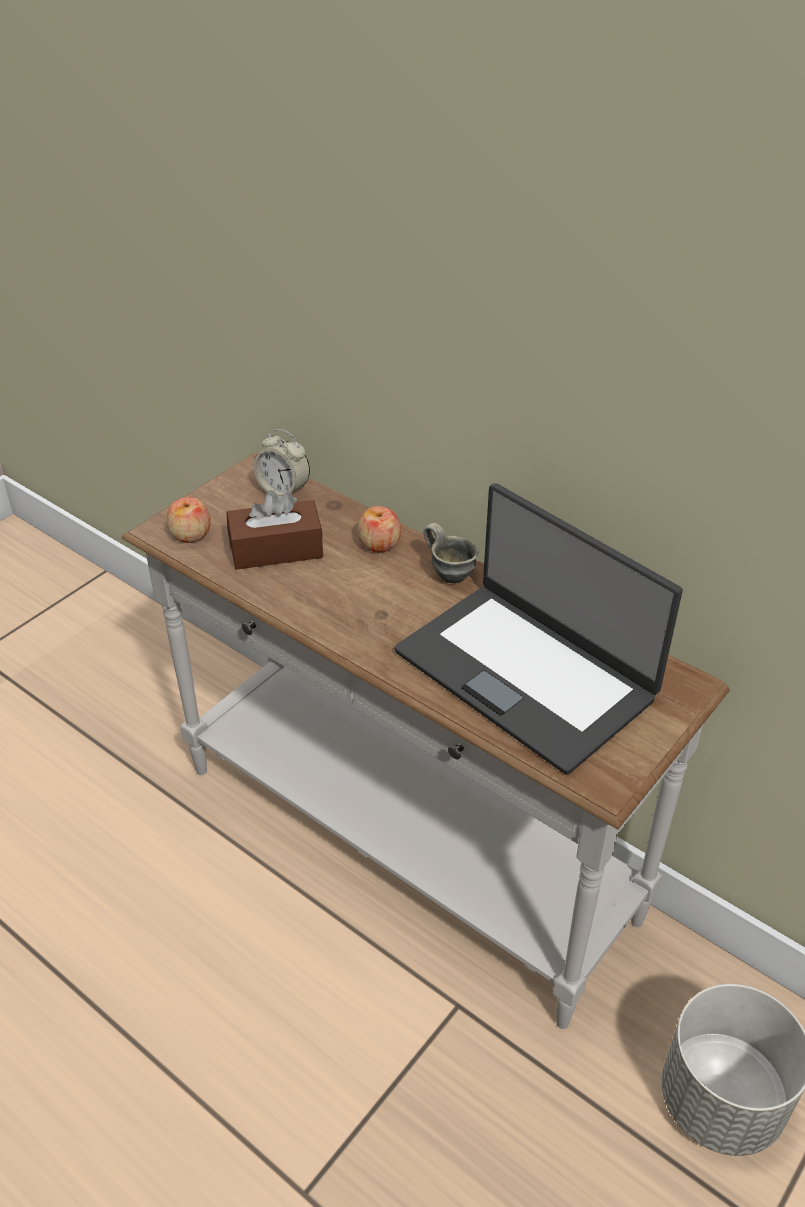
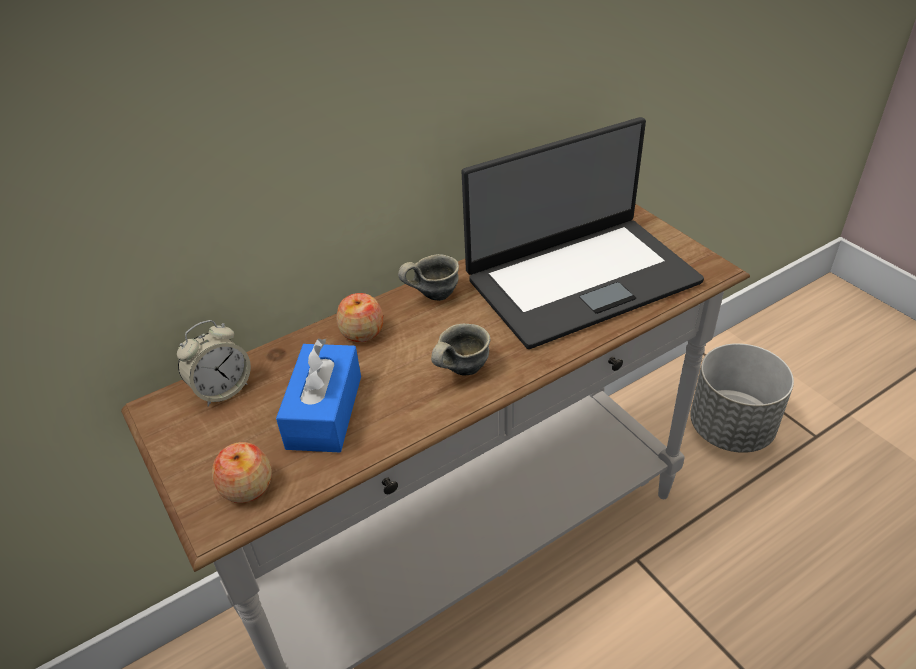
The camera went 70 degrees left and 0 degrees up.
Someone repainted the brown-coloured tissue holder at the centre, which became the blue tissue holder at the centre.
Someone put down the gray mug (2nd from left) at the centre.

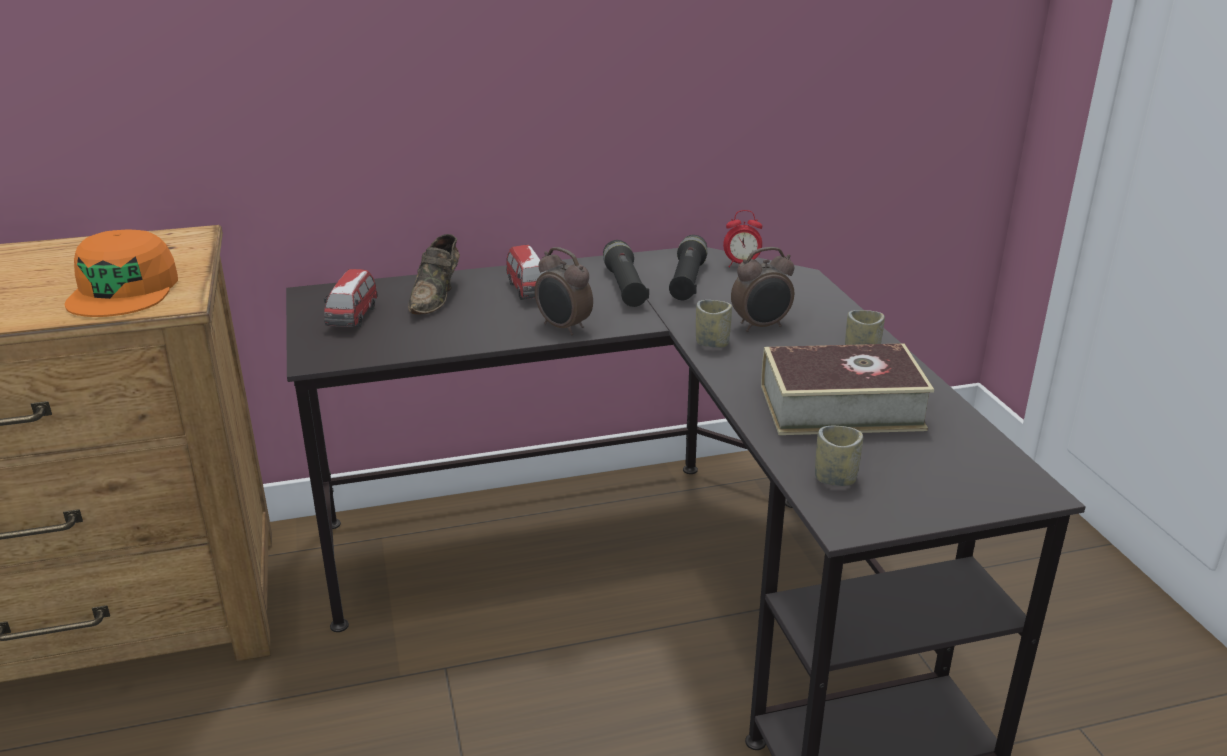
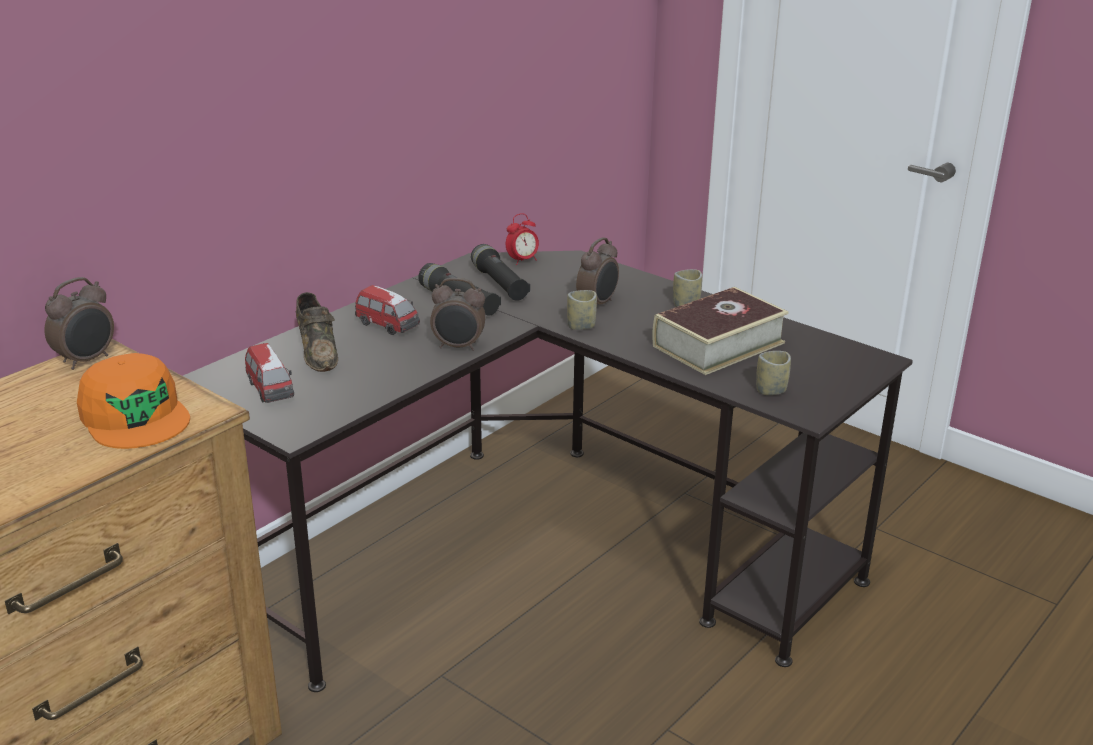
The camera went 35 degrees left and 0 degrees up.
Someone put down the table clock (1st from left) at the middle left.

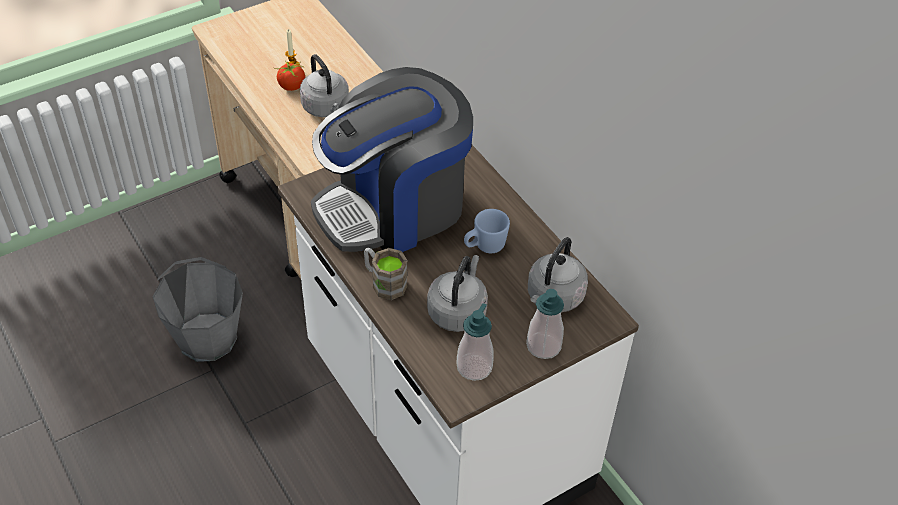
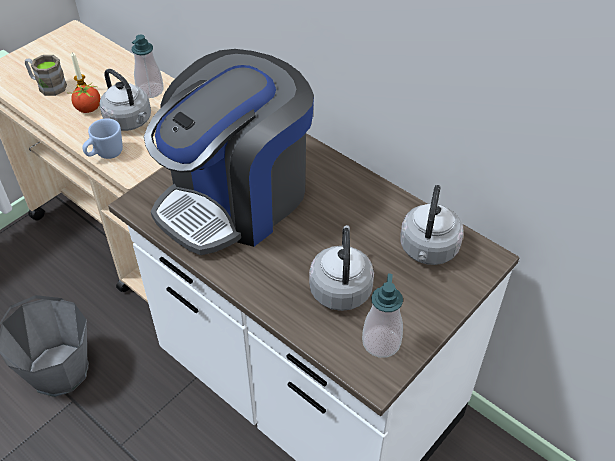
The camera went 15 degrees left and 0 degrees up.
Someone carried the brown-coloured mug from the centre to the top left.
Someone carried the blue mug from the centre to the top left.
Someone carried the liquid soap bottle (2nd from left in the first image) from the centre to the top left.

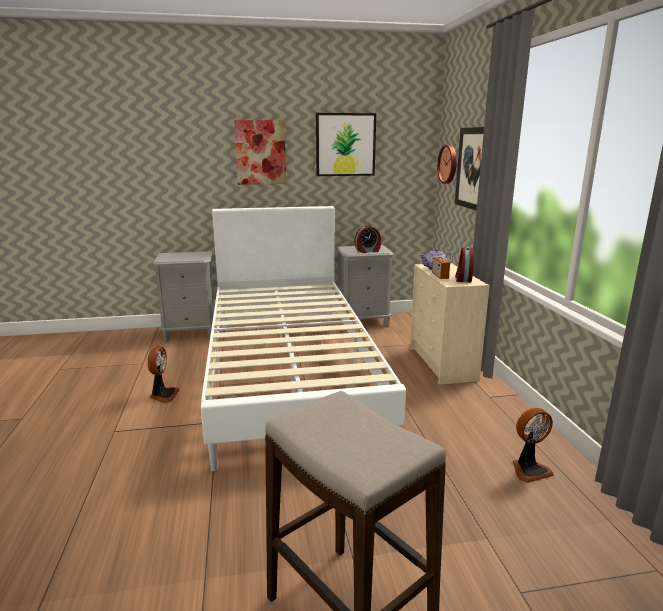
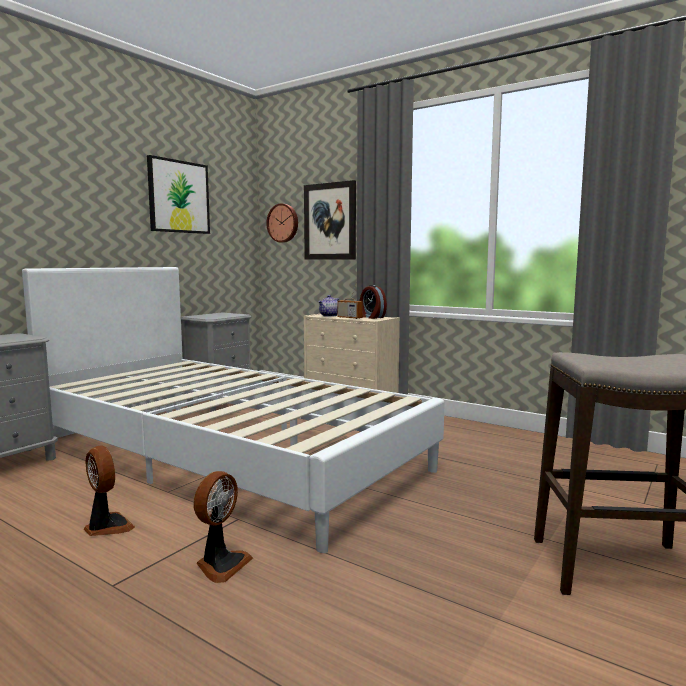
The camera went 45 degrees left and 10 degrees down.
Someone carried the fan (2nd from left) from the bottom right to the bottom left.
Someone took away the picture (1st from left) at the top centre.
Someone took away the table clock (1st from left) at the centre.

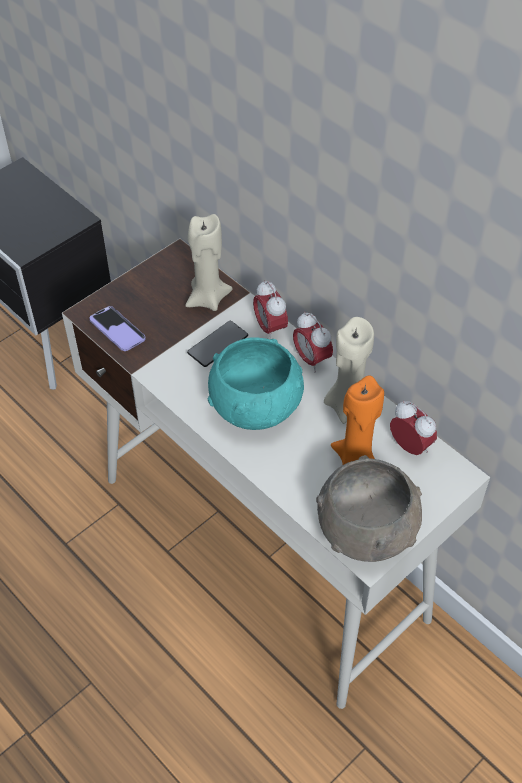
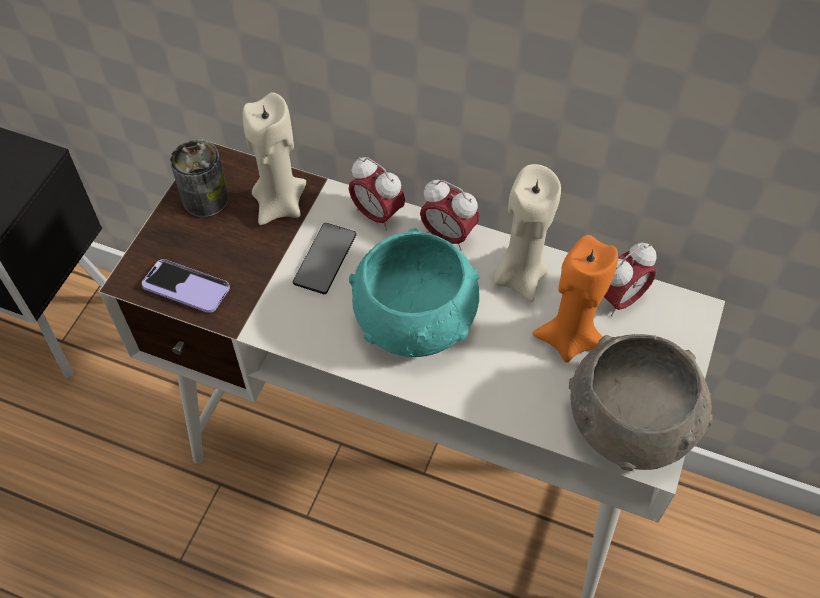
The camera went 25 degrees left and 5 degrees up.
Someone put down the can at the top left.
Someone rotated the table clock (3rd from left) at the middle right by 120 degrees clockwise.

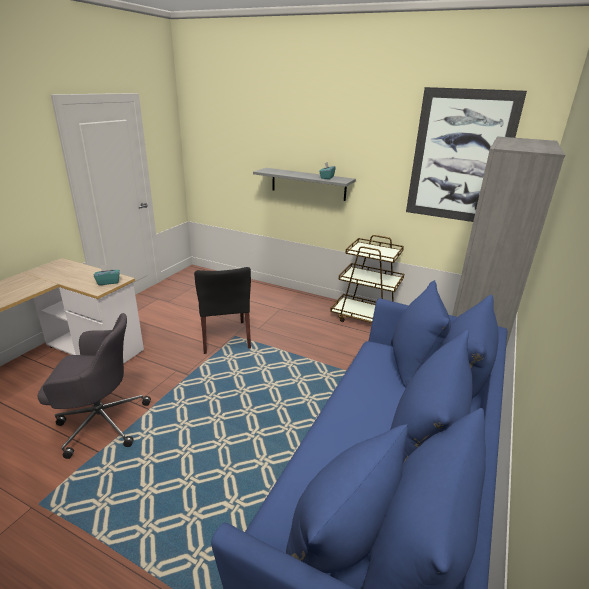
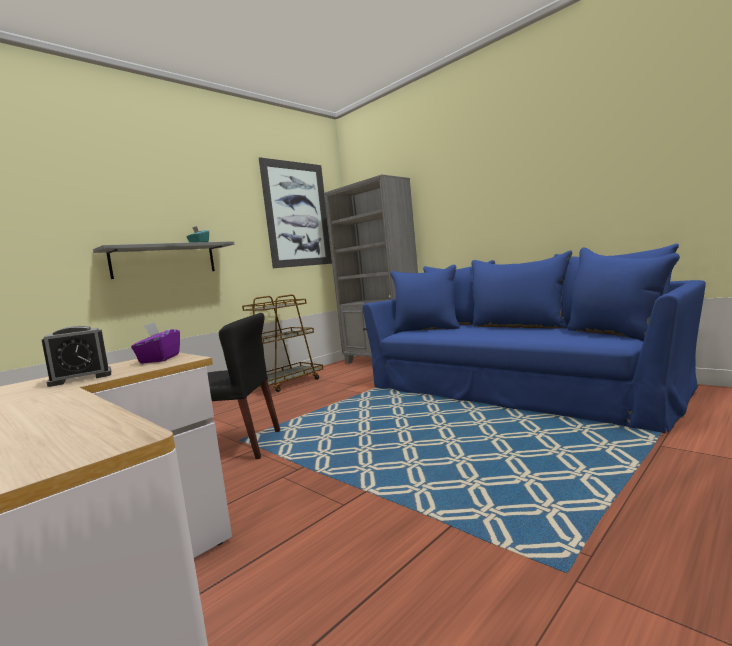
The camera went 70 degrees left and 20 degrees down.
Someone put down the table clock at the middle left.
Someone repainted the turquoise tissue holder (1st from left) at the middle left, which became the purple-coloured tissue holder at the middle left.
Someone took away the gray office chair at the middle left.

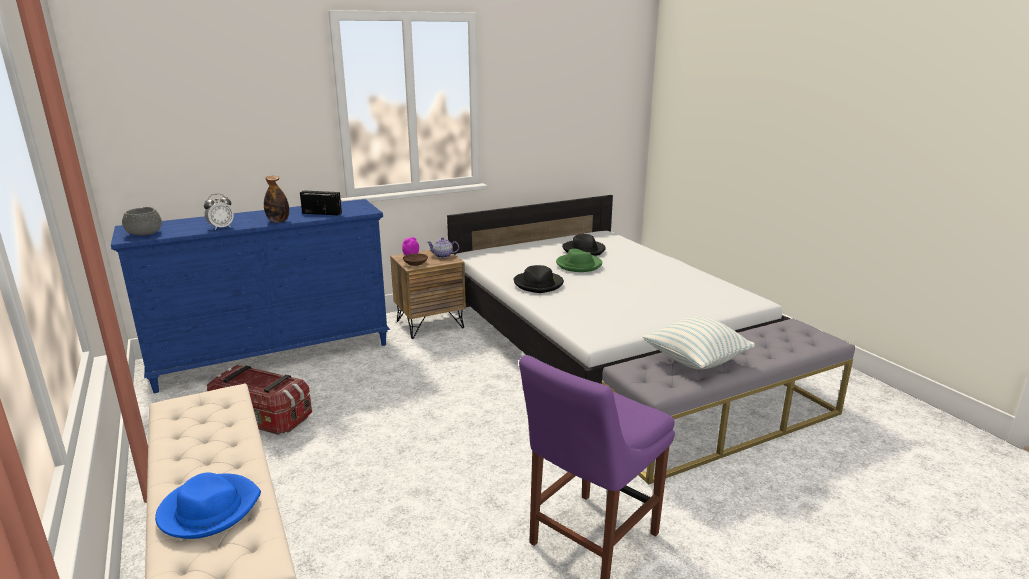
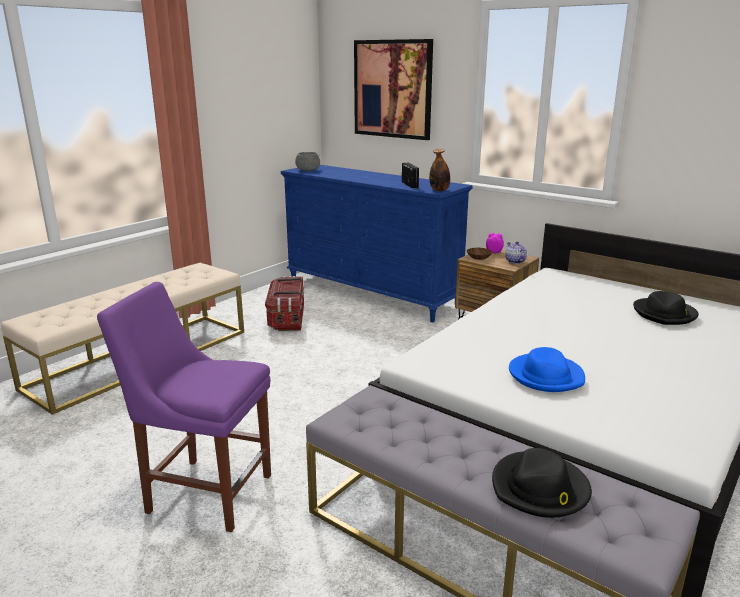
The camera went 65 degrees right and 0 degrees up.
Someone put up the picture at the top centre.
Someone carried the drink bottle from the middle left to the top centre.
Someone carried the blackish wearable hat (1st from left) from the centre to the bottom right.
Someone carried the blue wearable hat from the bottom left to the middle right.
Someone took away the table clock (1st from left) at the middle left.
Someone took away the green wearable hat at the centre.
Someone took away the pillow at the middle right.

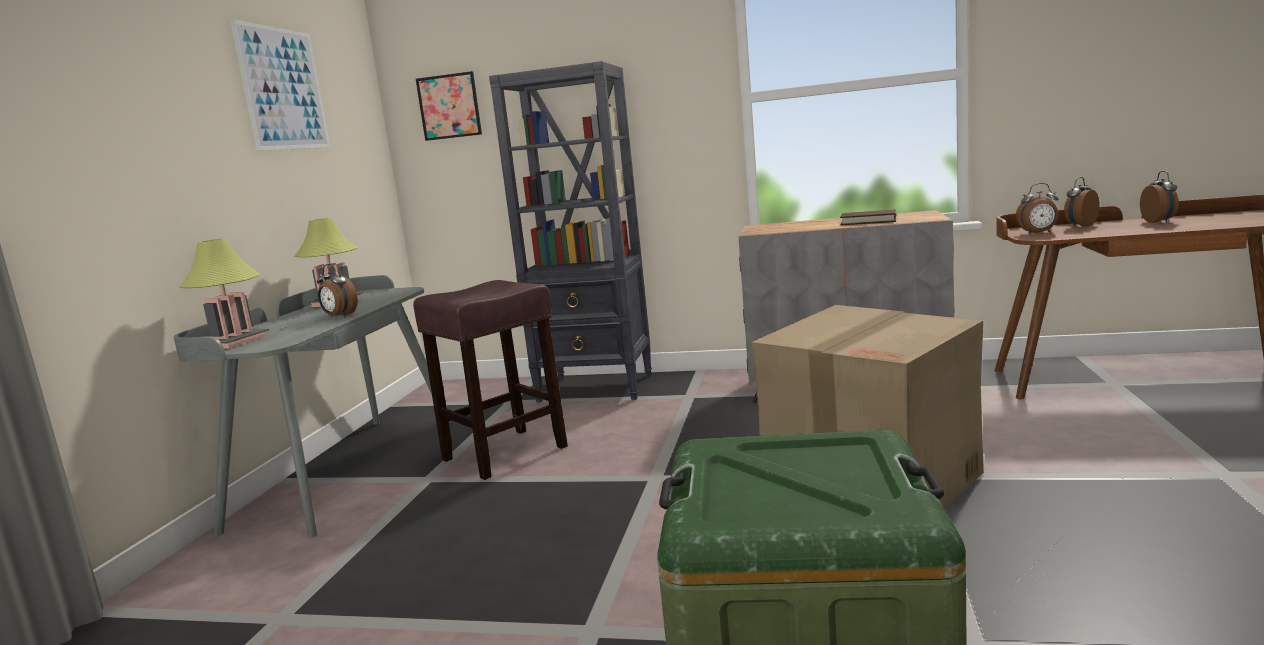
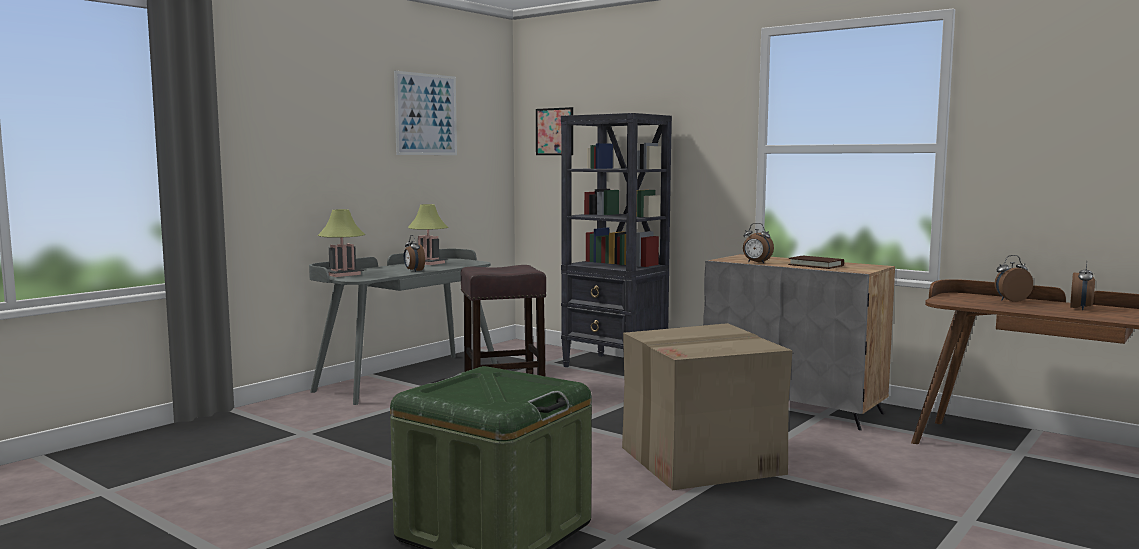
The camera went 25 degrees right and 5 degrees down.
Someone carried the table clock (2nd from left) from the top right to the centre.

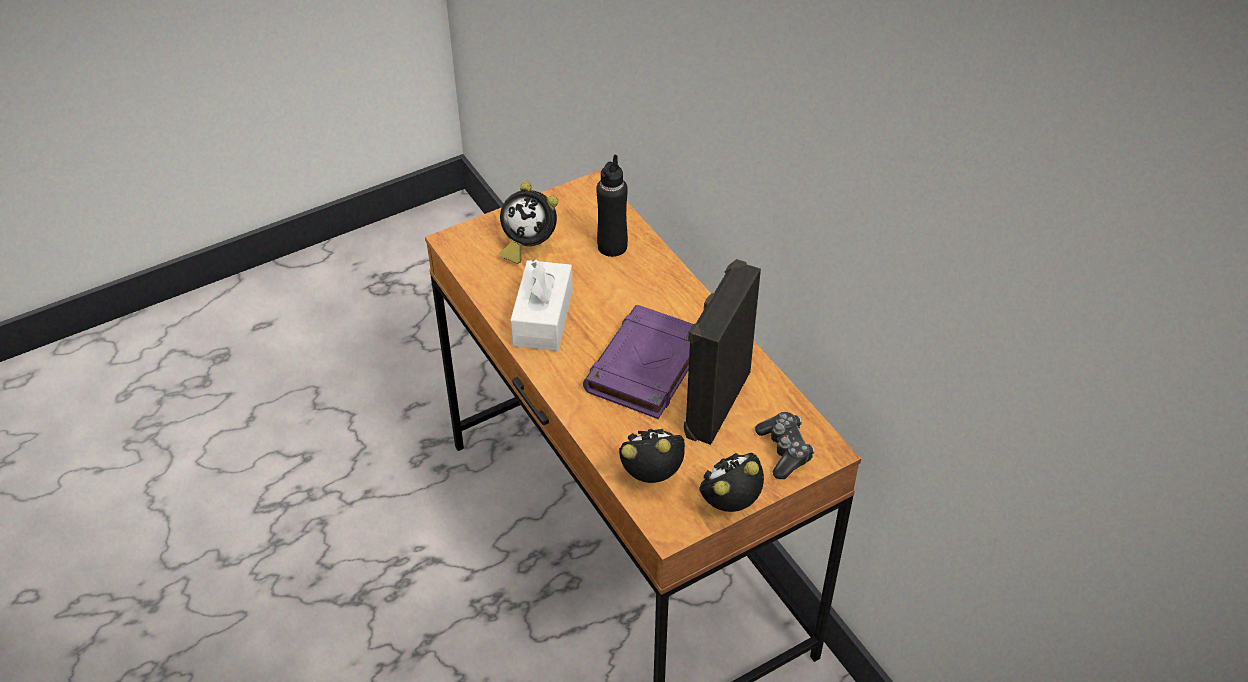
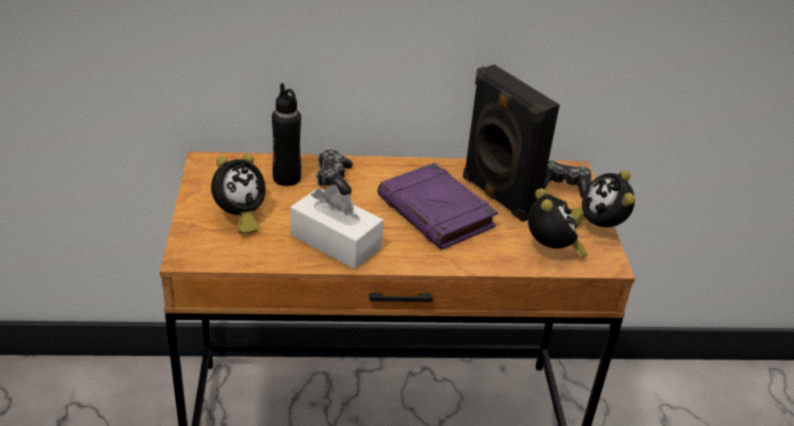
The camera went 65 degrees left and 10 degrees down.
Someone put down the joypad (1st from left) at the centre.
Someone rotated the table clock (2nd from left) at the bottom centre by 150 degrees clockwise.

